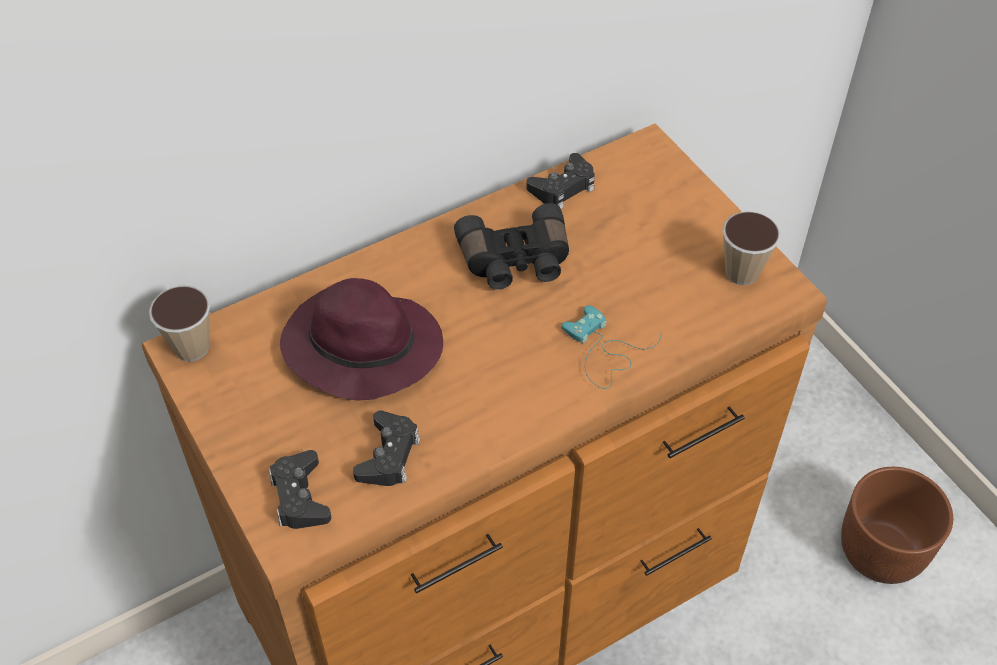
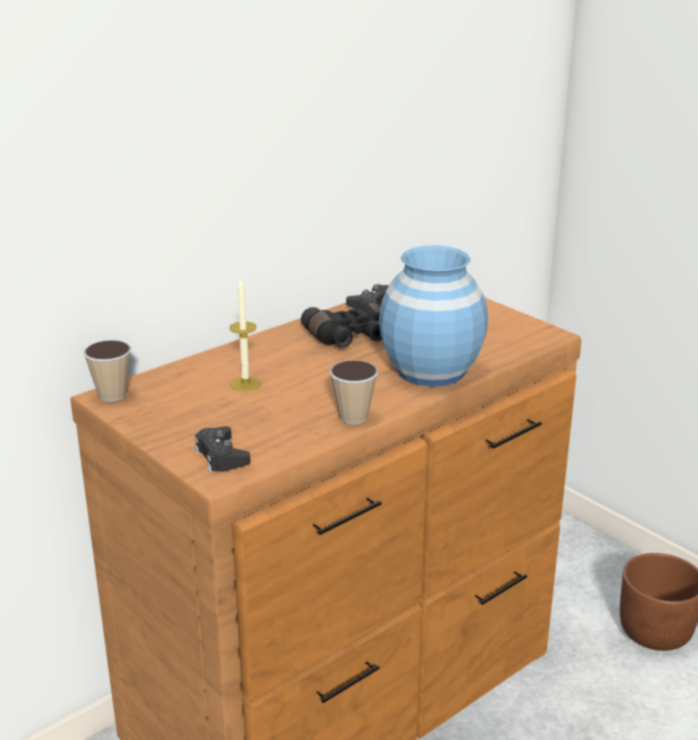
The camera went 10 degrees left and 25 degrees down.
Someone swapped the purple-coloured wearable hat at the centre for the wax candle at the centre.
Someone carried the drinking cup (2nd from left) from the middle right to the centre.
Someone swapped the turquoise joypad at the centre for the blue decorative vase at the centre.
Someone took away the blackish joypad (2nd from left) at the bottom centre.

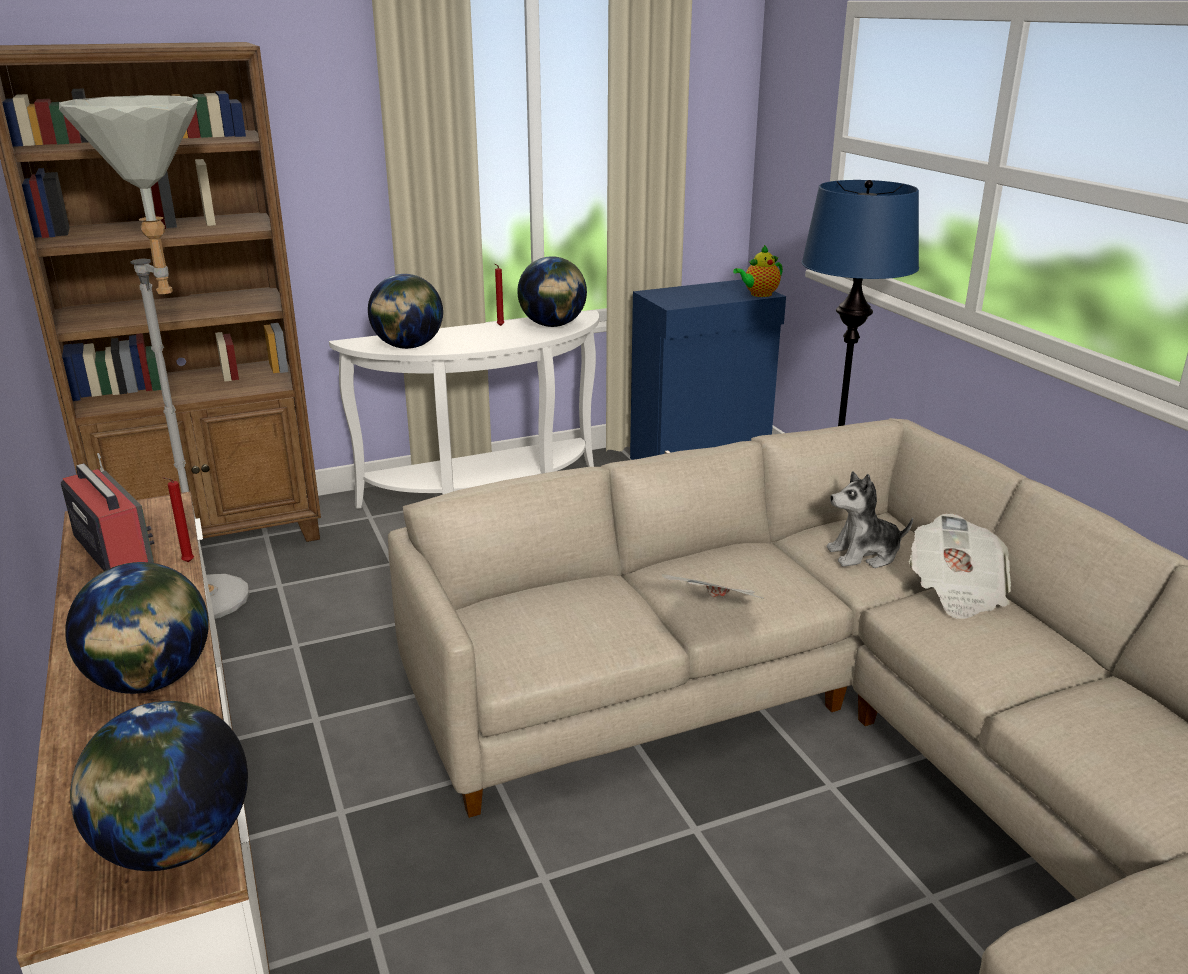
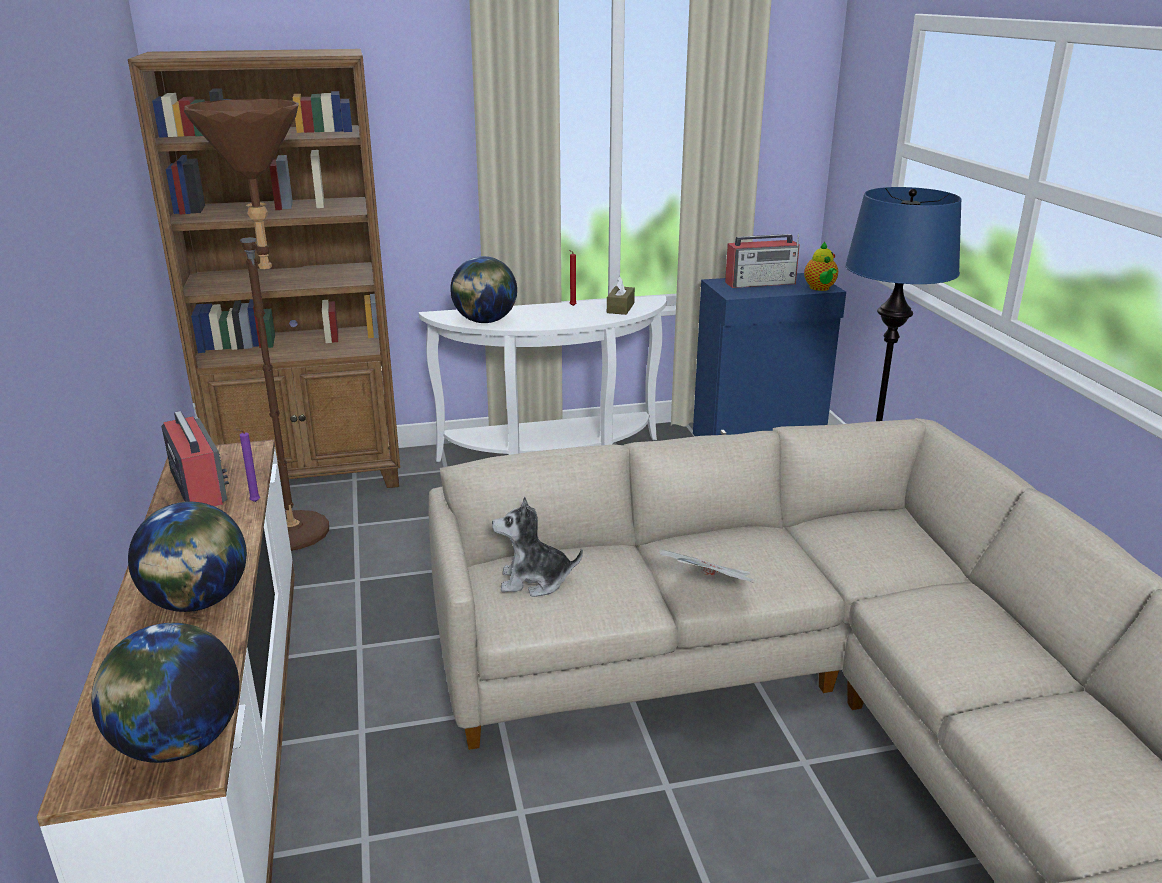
The camera went 10 degrees right and 0 degrees up.
Someone repainted the gray standing lamp at the middle left, which became the brown-coloured standing lamp at the middle left.
Someone repainted the reddish wax candle (1st from left) at the middle left, which became the purple-coloured wax candle at the middle left.
Someone carried the cuddly toy from the middle right to the centre.
Someone swapped the globe (4th from left) at the top centre for the brown-coloured tissue holder at the centre.
Someone put down the radio receiver (2nd from left) at the top centre.
Someone rotated the teapot at the top centre by 75 degrees counterclockwise.
Someone took away the printed paper (2nd from left) at the middle right.

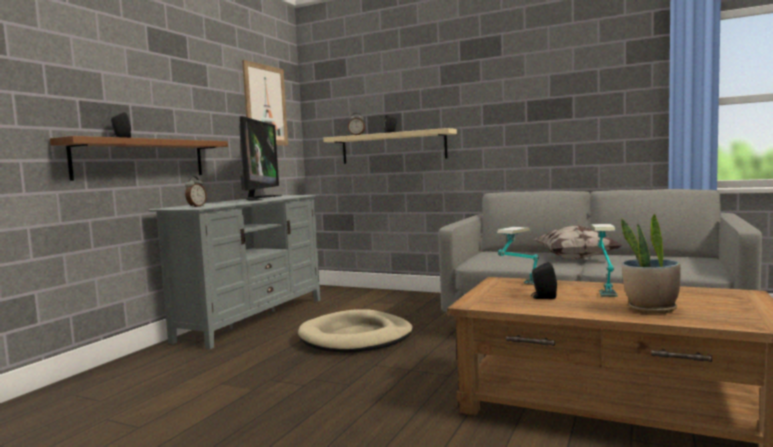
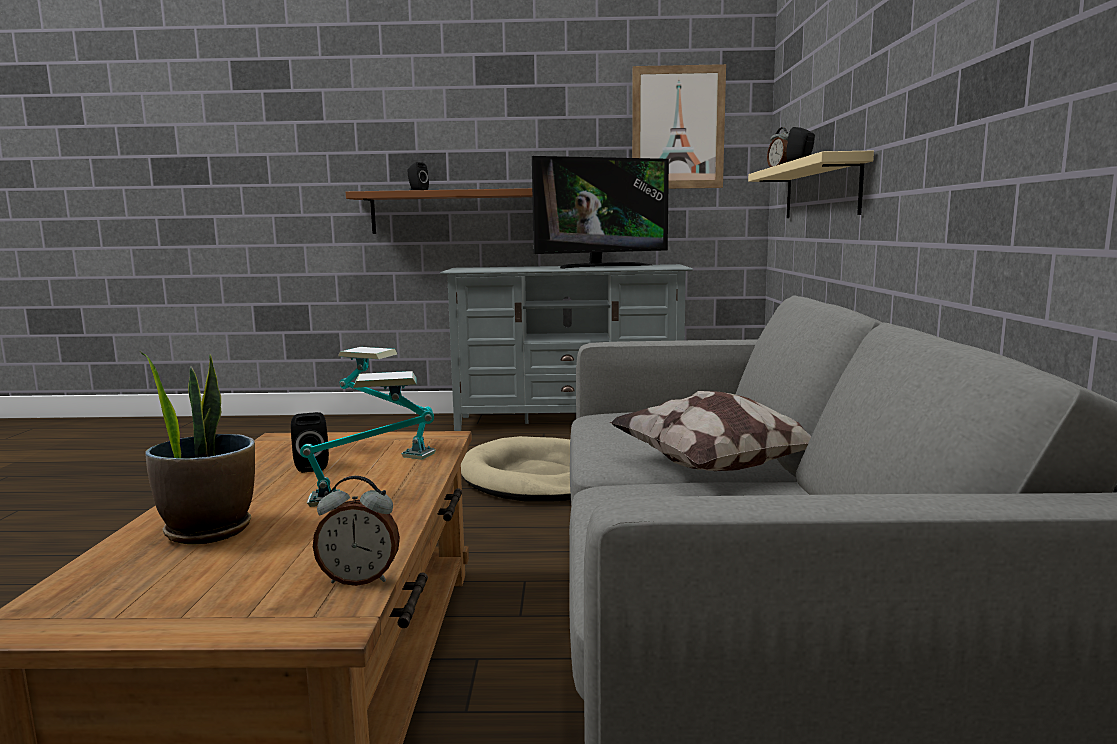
The camera went 65 degrees right and 5 degrees up.
Someone carried the table clock (1st from left) from the middle left to the bottom left.

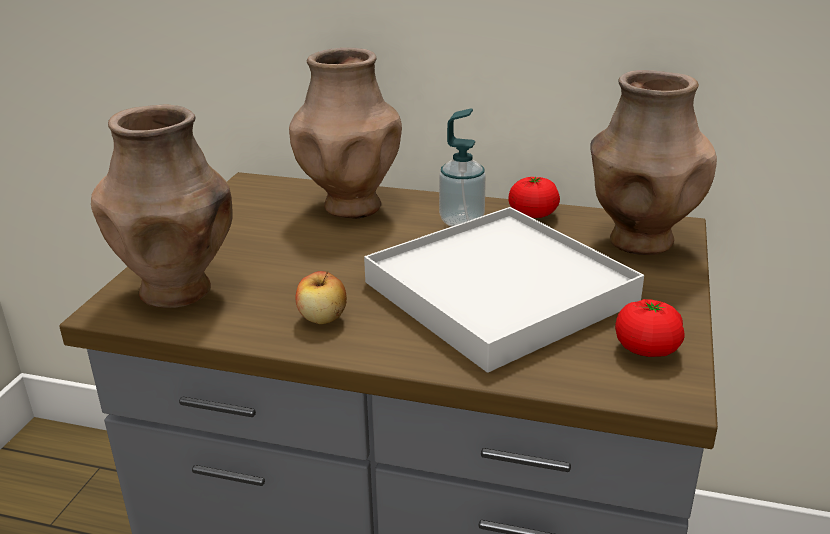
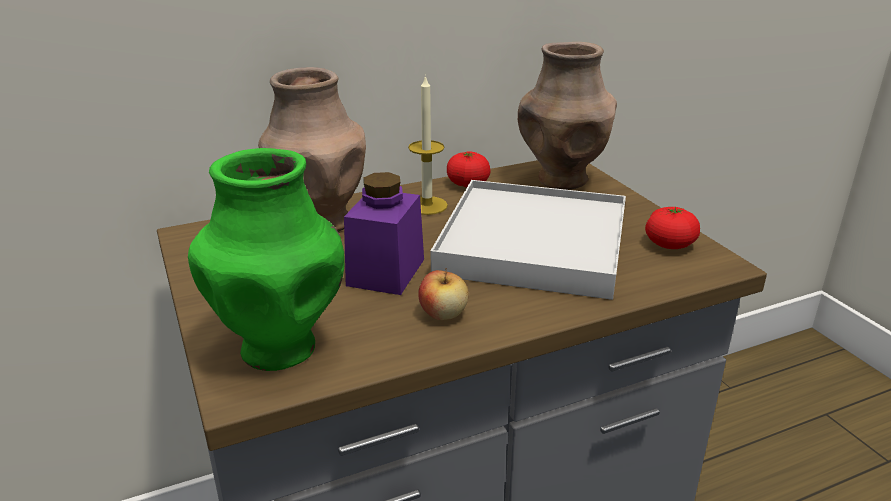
The camera went 40 degrees left and 0 degrees up.
Someone repainted the brown-coloured decorative vase (1st from left) at the middle left, which became the green decorative vase at the middle left.
Someone put down the purple-coloured storage jar at the centre.
Someone swapped the liquid soap bottle at the top centre for the wax candle at the top centre.

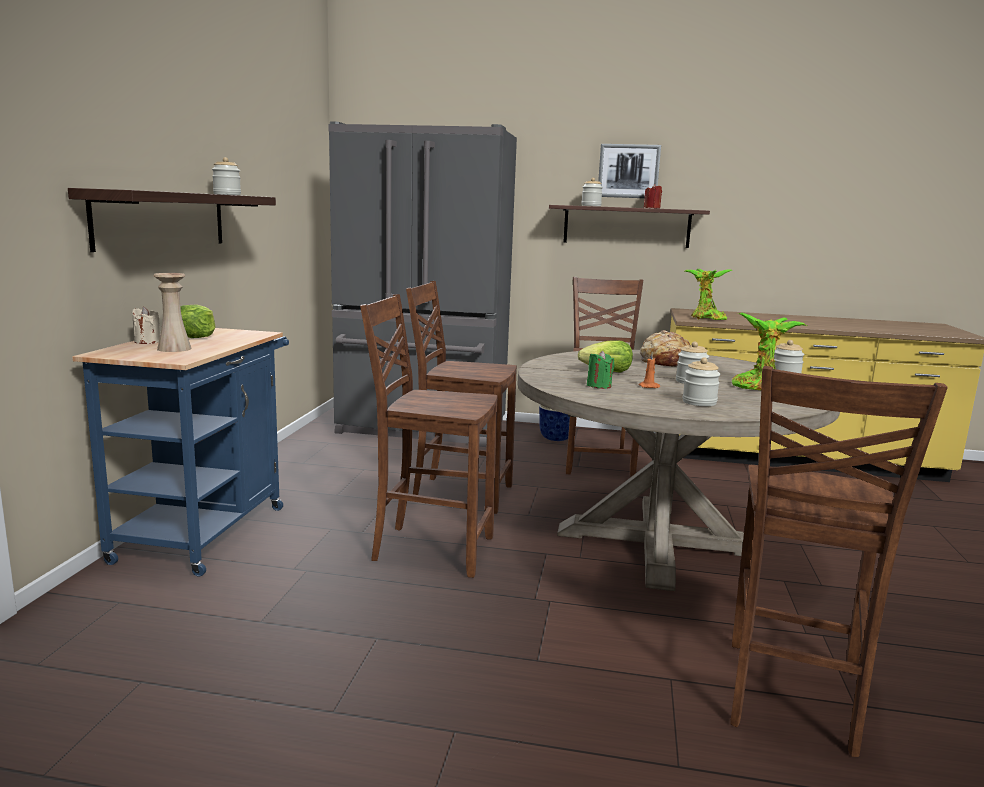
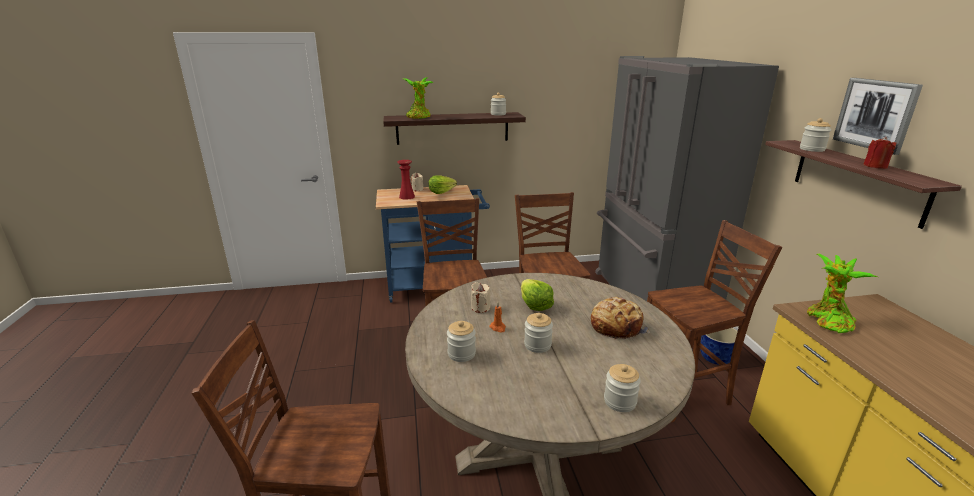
The camera went 70 degrees right and 10 degrees up.
Someone repainted the sand-coloured decorative vase at the middle left, which became the reddish decorative vase at the centre.
Someone carried the plant in a pot (2nd from left in the first image) from the middle right to the top centre.
Someone repainted the green wax candle at the centre, which became the sand-coloured wax candle (2nd from left) at the centre.

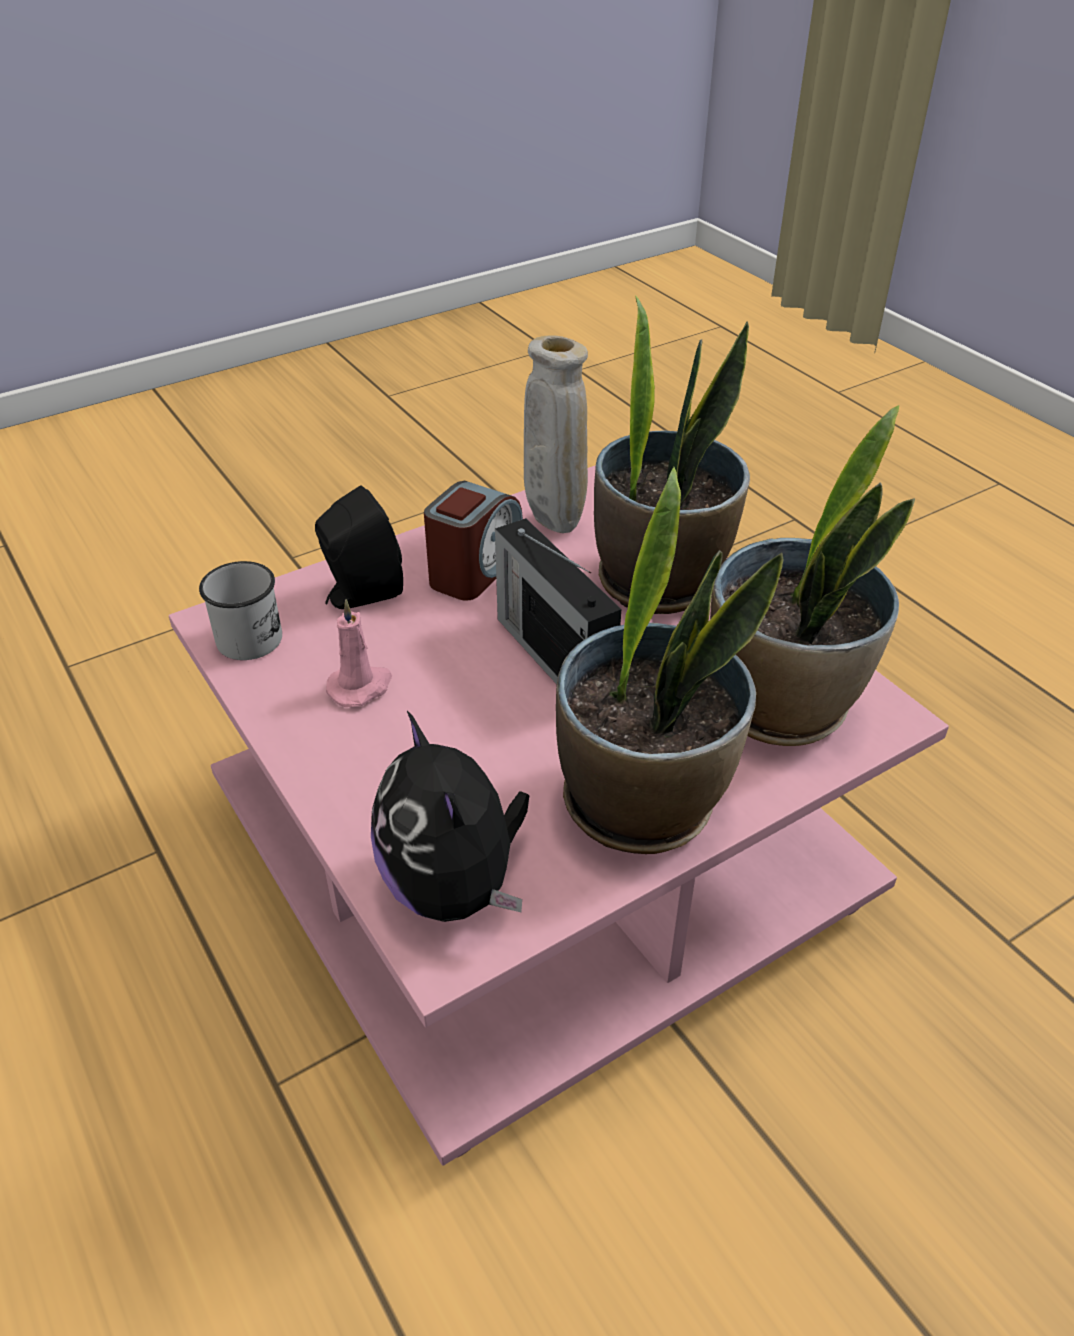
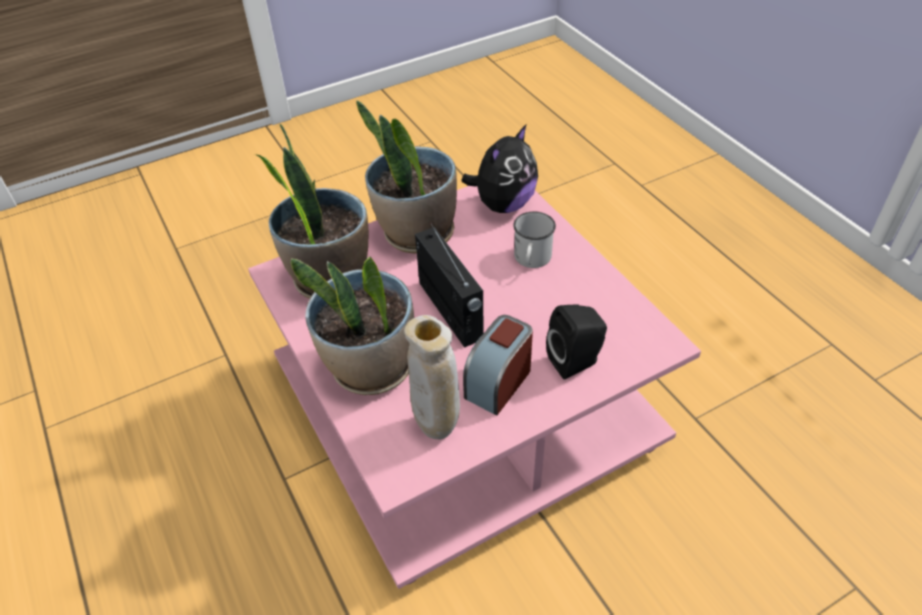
The camera went 175 degrees left and 5 degrees up.
Someone rotated the cuddly toy at the centre by 60 degrees clockwise.
Someone carried the white-coloured mug from the middle left to the centre.
Someone took away the pink-coloured wax candle at the centre.

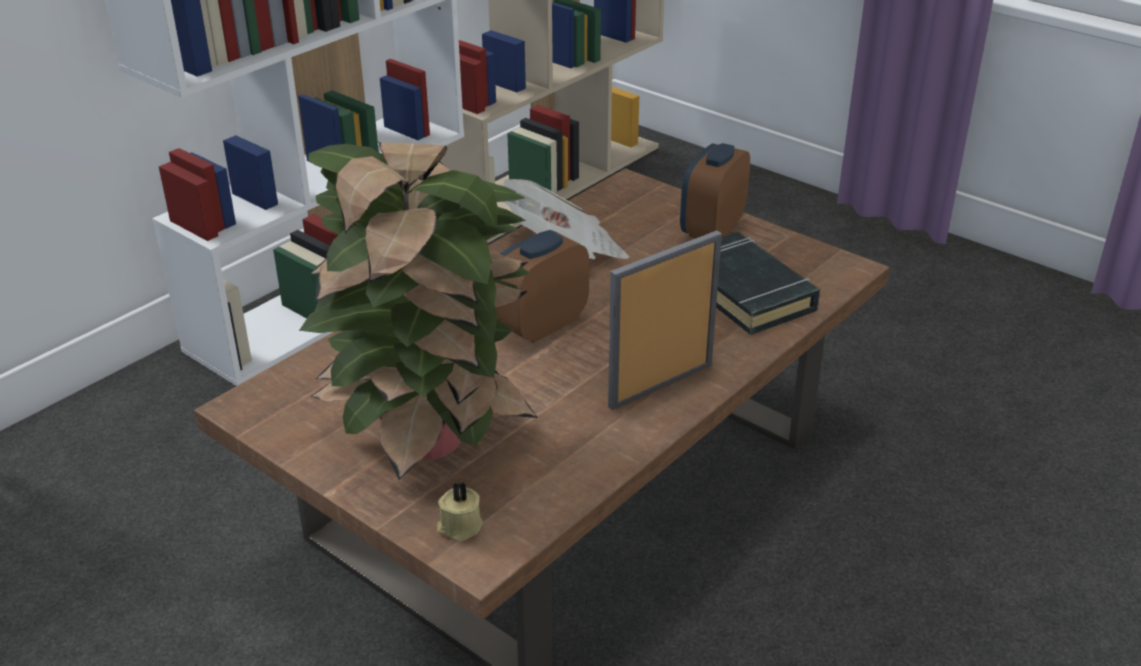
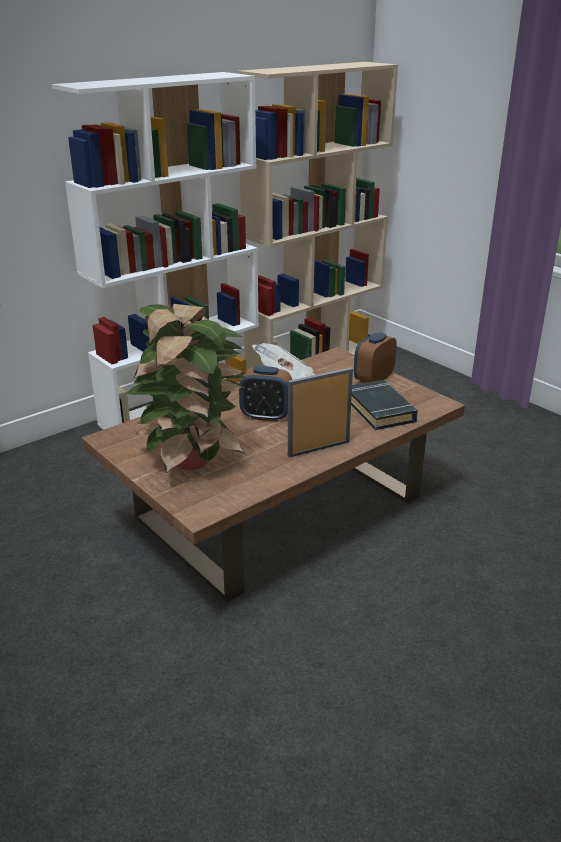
The camera went 10 degrees right and 5 degrees down.
Someone rotated the table clock (1st from left) at the centre by 135 degrees counterclockwise.
Someone took away the sand-coloured wax candle at the bottom centre.

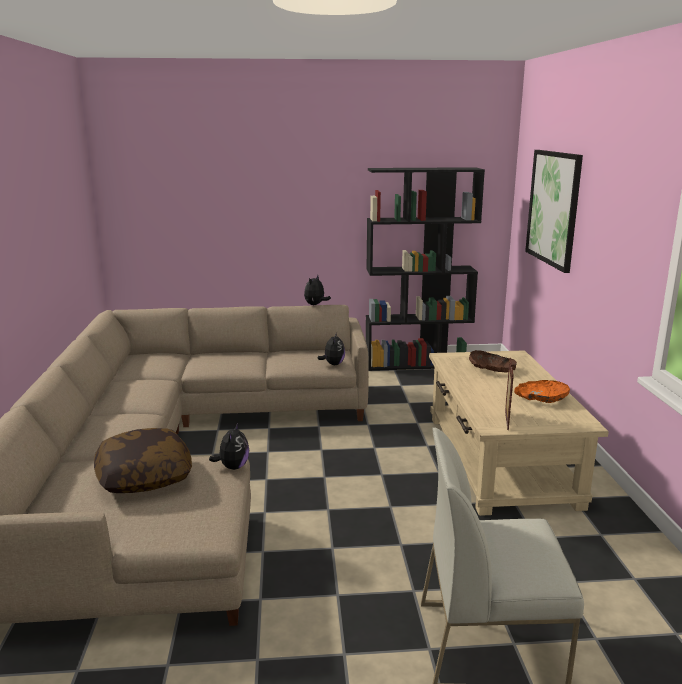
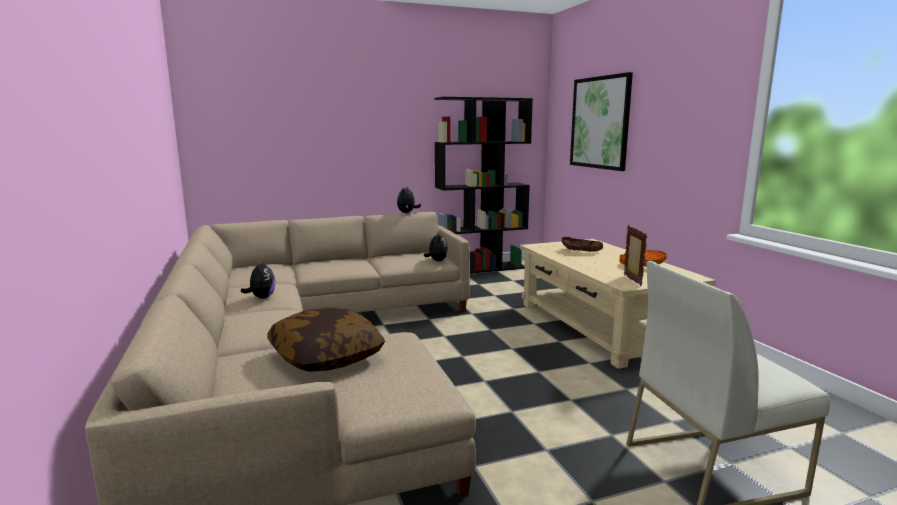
The camera went 15 degrees left and 5 degrees down.
Someone carried the cuddly toy (1st from left) from the centre to the middle left.

